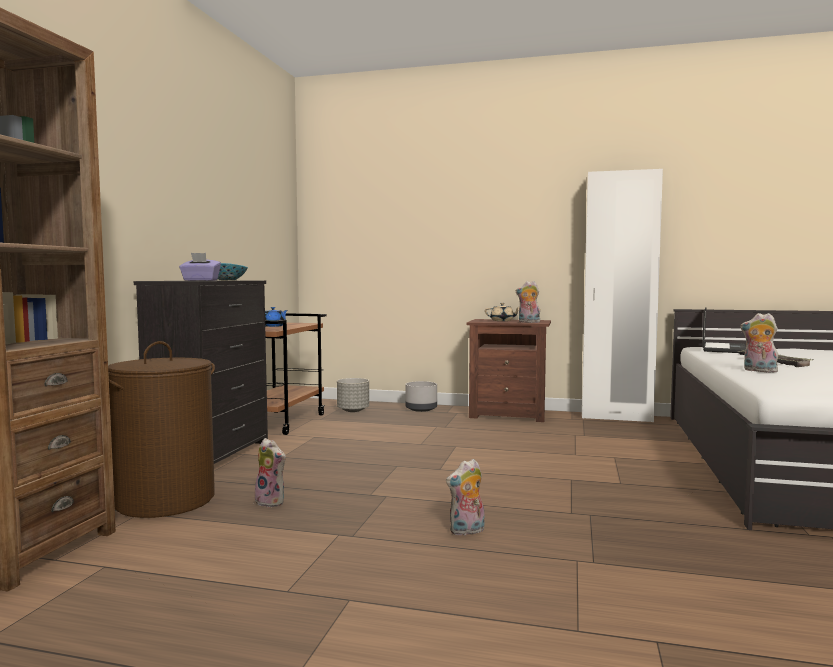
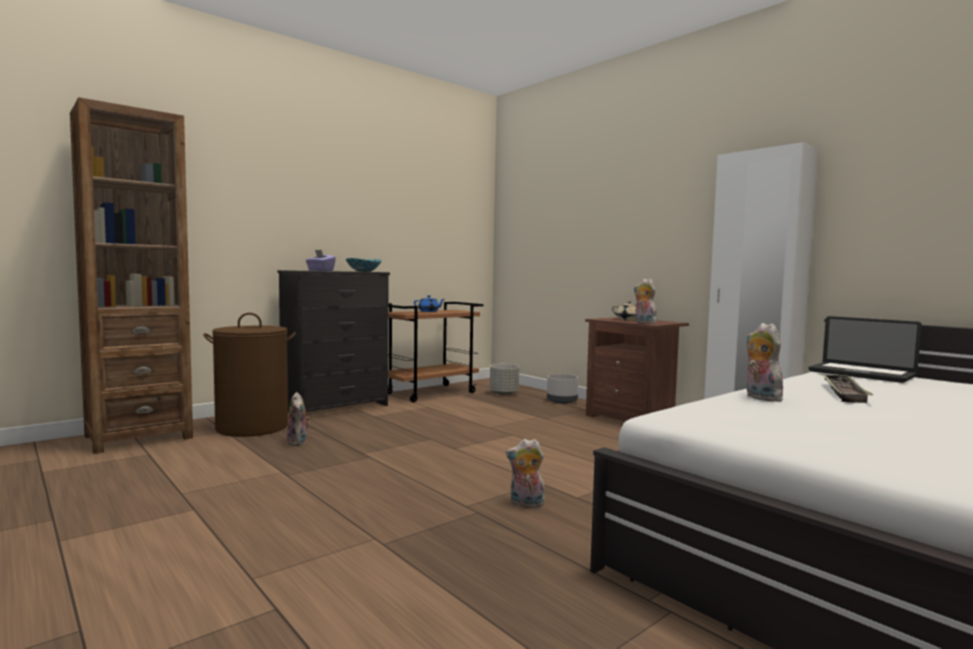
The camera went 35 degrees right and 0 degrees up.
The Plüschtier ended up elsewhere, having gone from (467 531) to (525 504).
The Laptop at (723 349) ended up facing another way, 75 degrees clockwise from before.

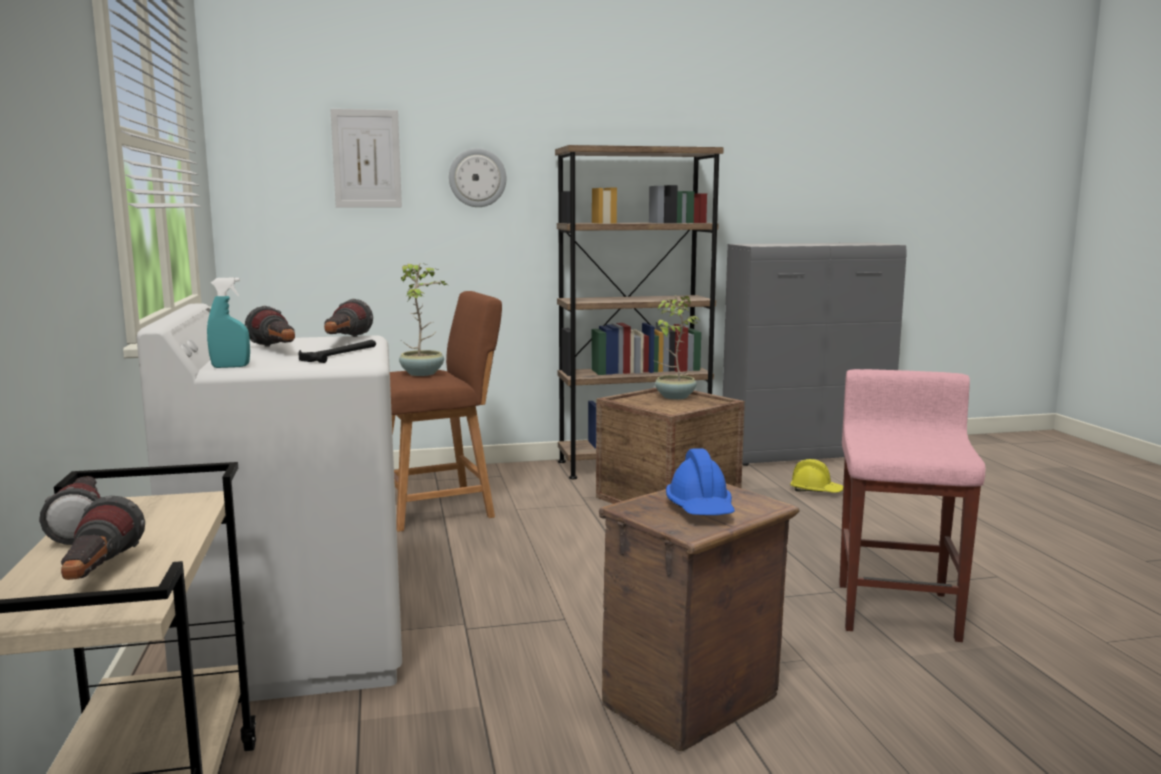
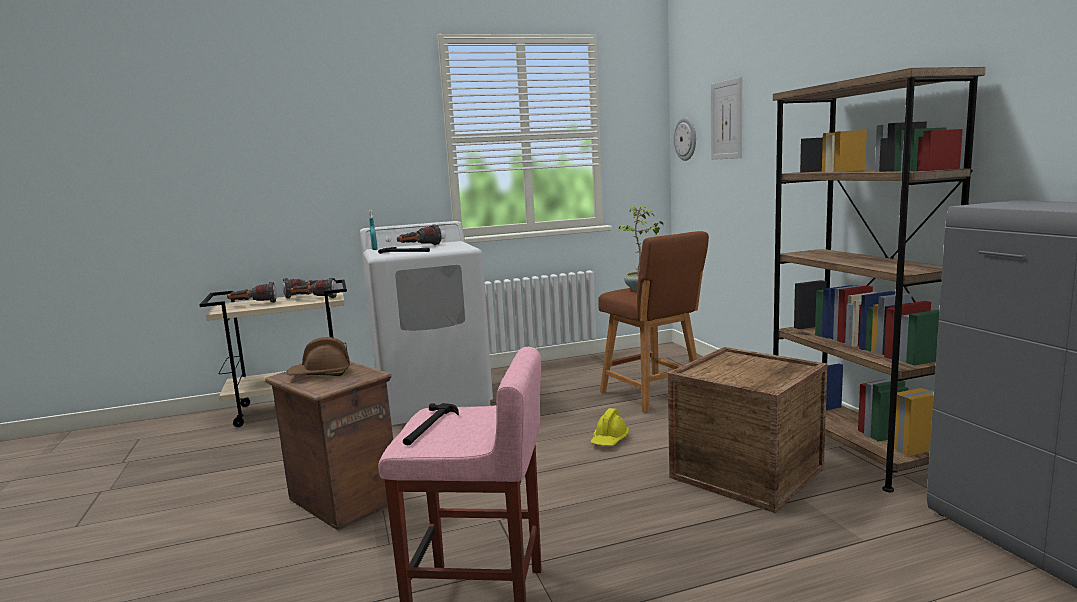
The camera went 85 degrees right and 0 degrees up.
The second view lost the Topfpflanze at (674 397).
The second view gained the Hammer at (429 426).
The Taschenlampe ended up elsewhere, having gone from (344 341) to (314 299).
The Wanduhr ended up elsewhere, having gone from (477 178) to (686 139).
The Schutzhelm/gelb ended up elsewhere, having gone from (816 491) to (609 440).
What was the Schutzhelm/blau at (700 508) turned into the Schutzhelm/braun at (320 374).

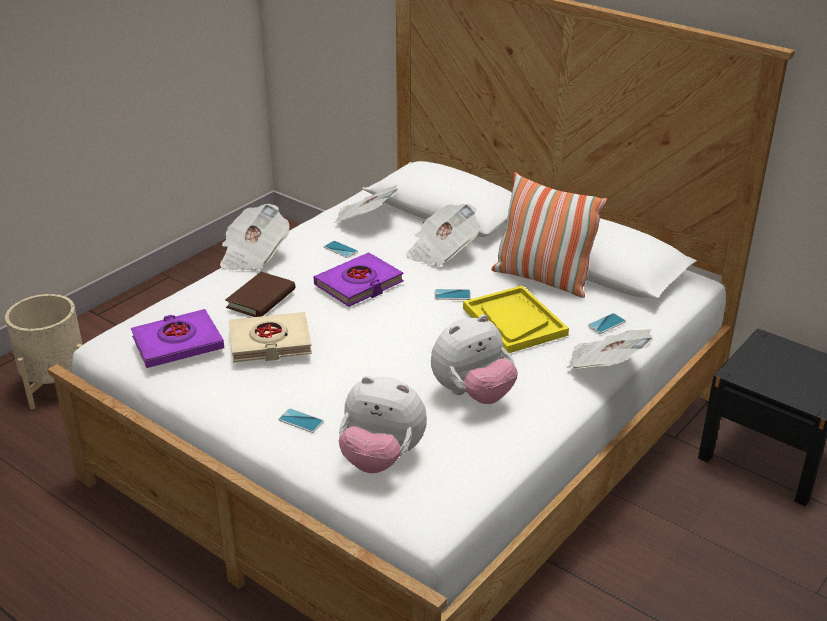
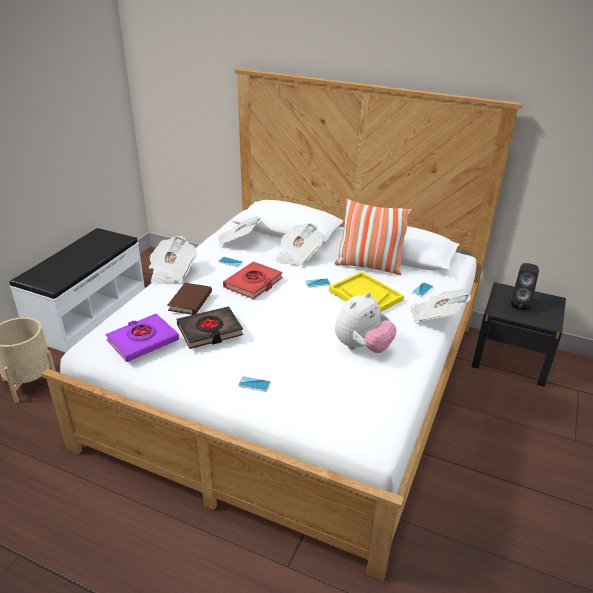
The camera went 15 degrees left and 0 degrees up.
The second view lost the Plüschtier at (381 458).
The second view gained the Bank/weiß at (88 313).
The second view gained the Lautsprecher/schwarz at (519 303).
What was the Buch/beige at (270 342) turned into the Buch/schwarz at (210 331).
What was the Buch/lila at (359 284) turned into the Buch/rot at (253 283).

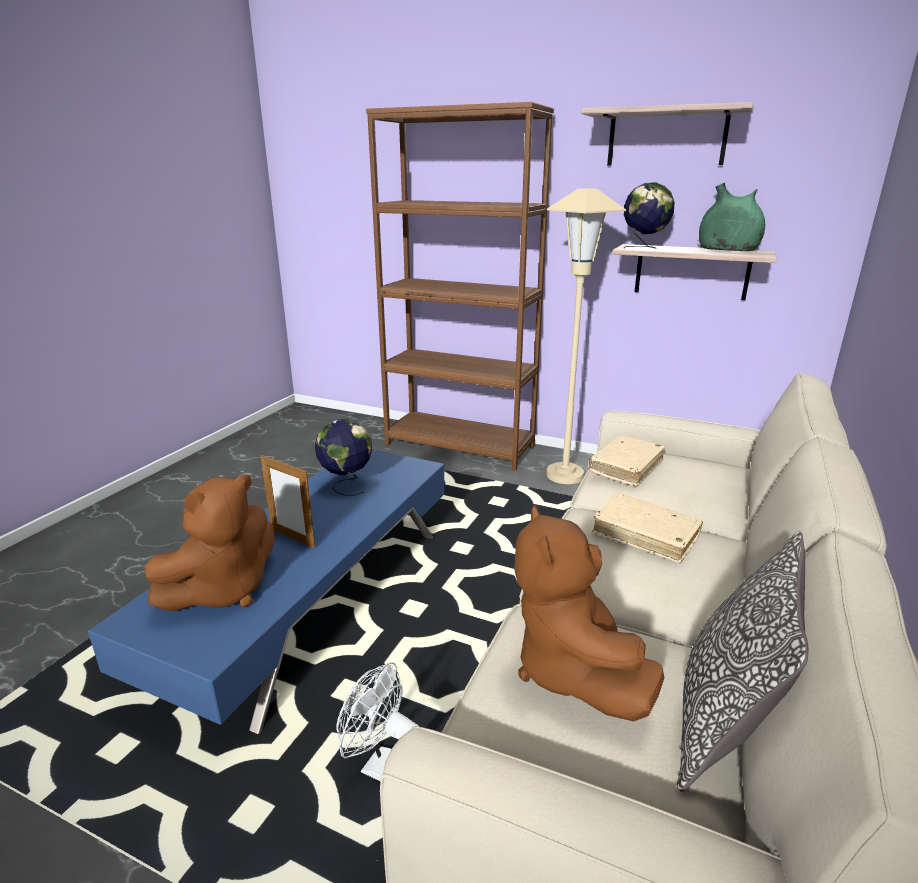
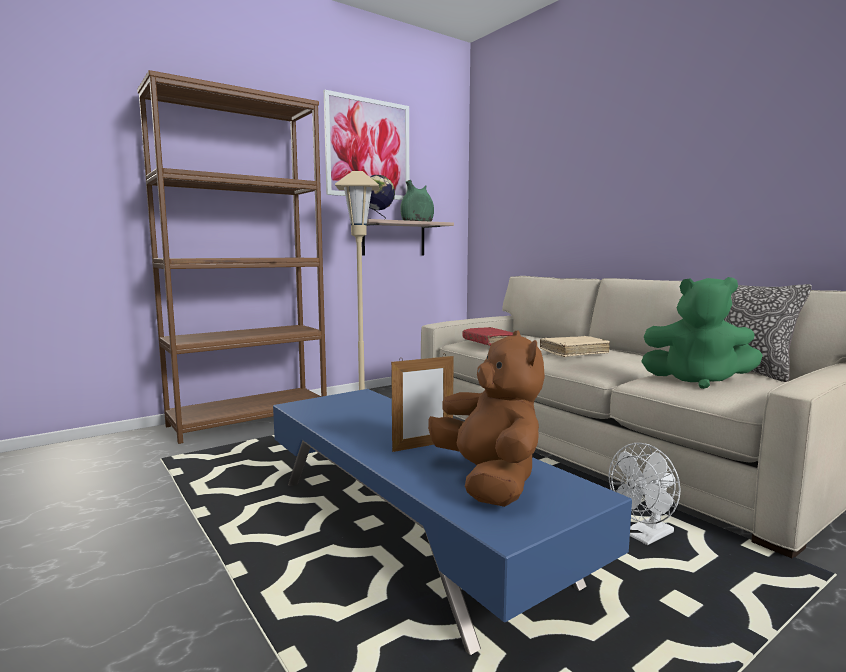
The camera went 60 degrees left and 15 degrees down.
The second view lost the Globus at (346 485).
Where the Wandregal hung at (666 138), the Bild came to hang at (368 149).
What was the Plüschtier/braun at (572 670) turned into the Plüschtier/grün at (697 381).
What was the Buch/beige at (626 467) turned into the Buch/rot at (489 343).

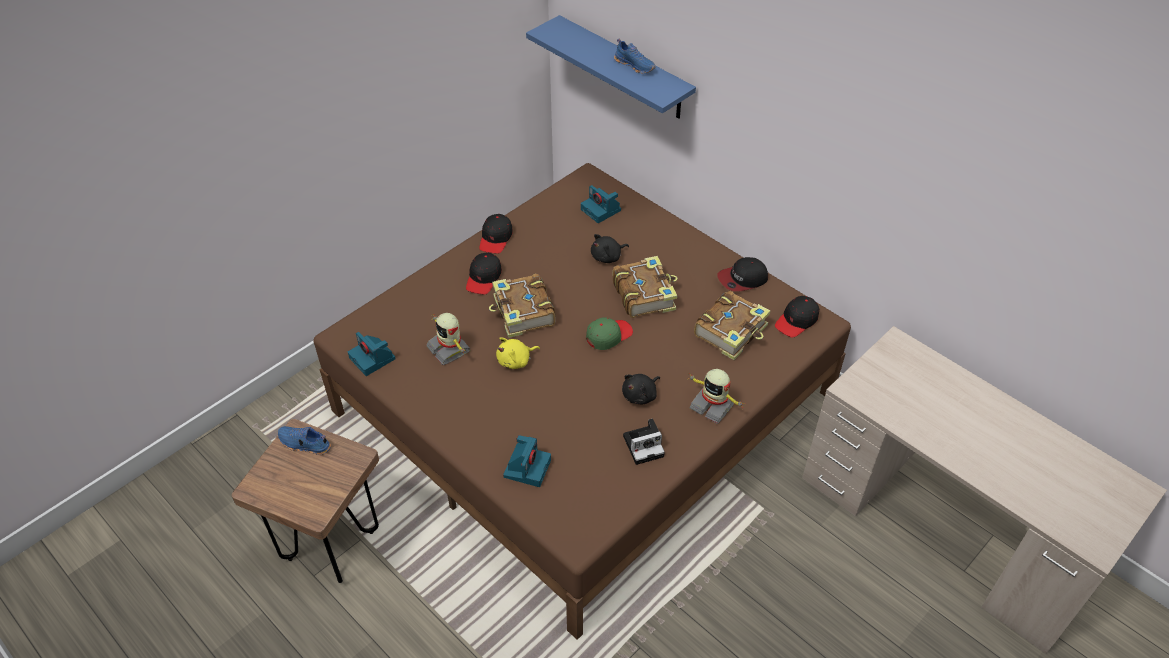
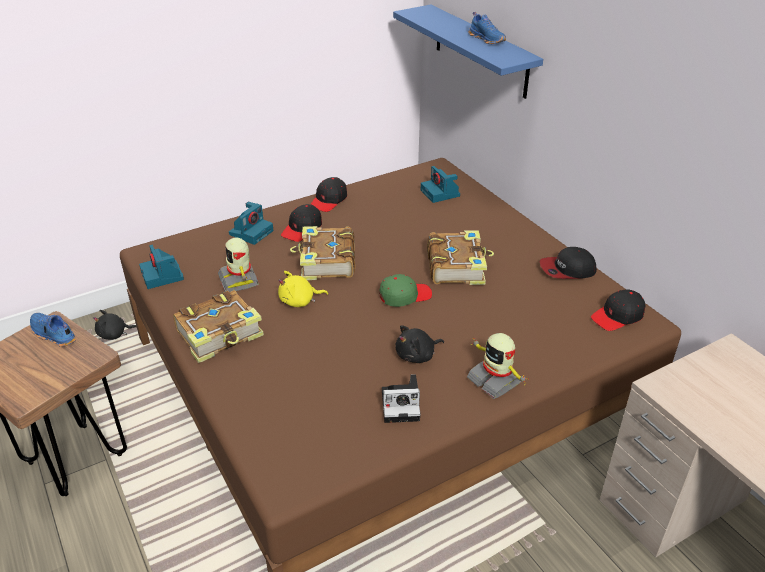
The camera went 15 degrees right and 10 degrees down.
The Kamera ended up elsewhere, having gone from (527 467) to (251 232).
The Plüschtier/schwarz ended up elsewhere, having gone from (607 257) to (115 334).
The Buch ended up elsewhere, having gone from (732 331) to (220 334).

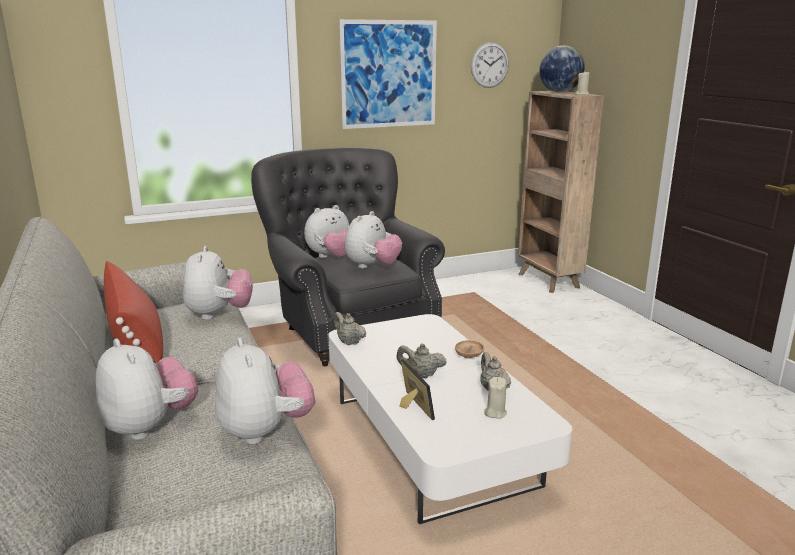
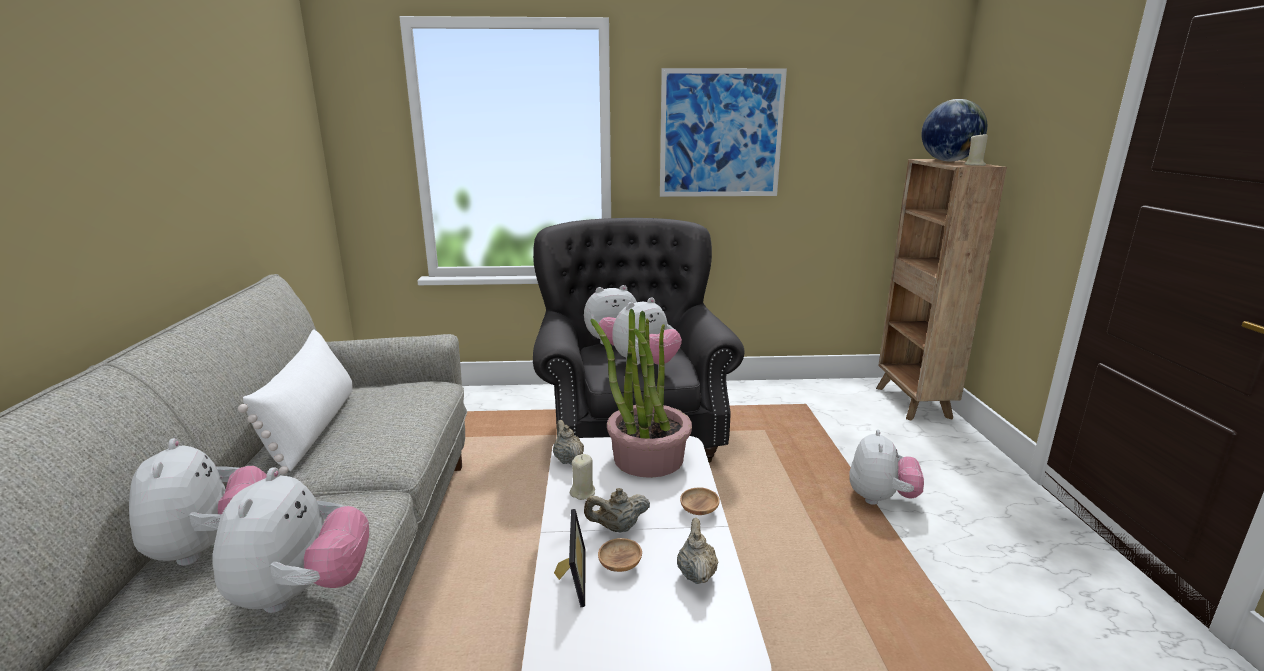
The camera went 20 degrees right and 0 degrees up.
The second view lost the Wanduhr at (489 65).
The second view gained the Topfpflanze at (647 458).
The second view gained the Schüssel/braun at (620 565).
The Plüschtier ended up elsewhere, having gone from (219 314) to (880 499).
The Kerze/beige ended up elsewhere, having gone from (495 412) to (583 492).
What was the Kissen/rot at (137 344) turned into the Kissen/weiß at (313 428).
The Teekanne/beige at (421 375) ended up facing another way, 45 degrees counterclockwise from before.

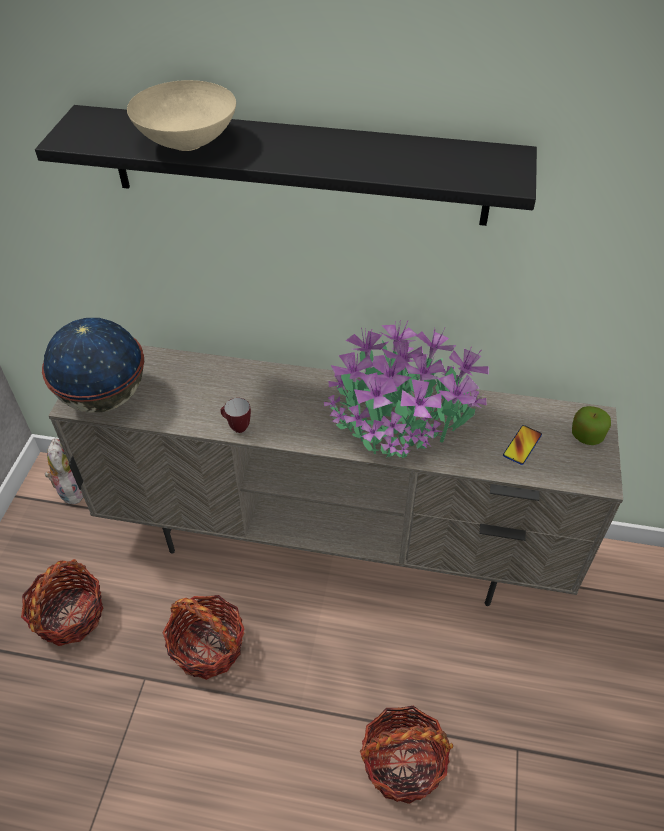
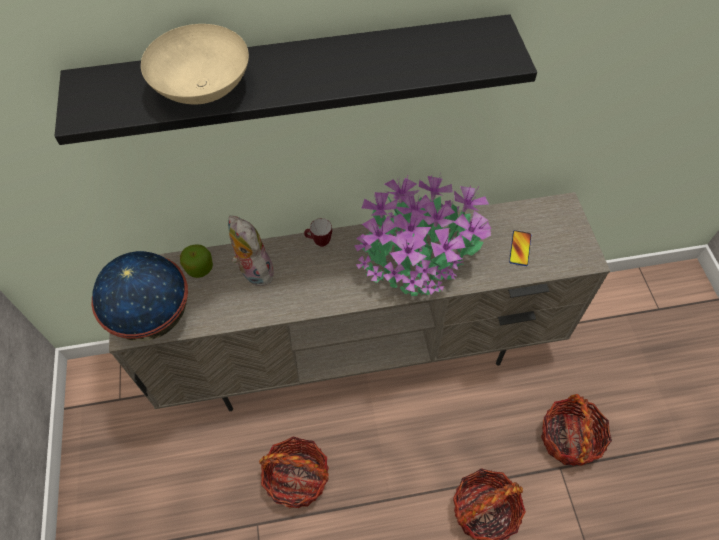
The camera went 20 degrees left and 10 degrees up.
The Korb ended up elsewhere, having gone from (70 615) to (569 438).
The Plüschtier ended up elsewhere, having gone from (70 490) to (253 271).
The Henkelbecher ended up elsewhere, having gone from (236 427) to (319 242).
The Apfel ended up elsewhere, having gone from (586 435) to (199 268).

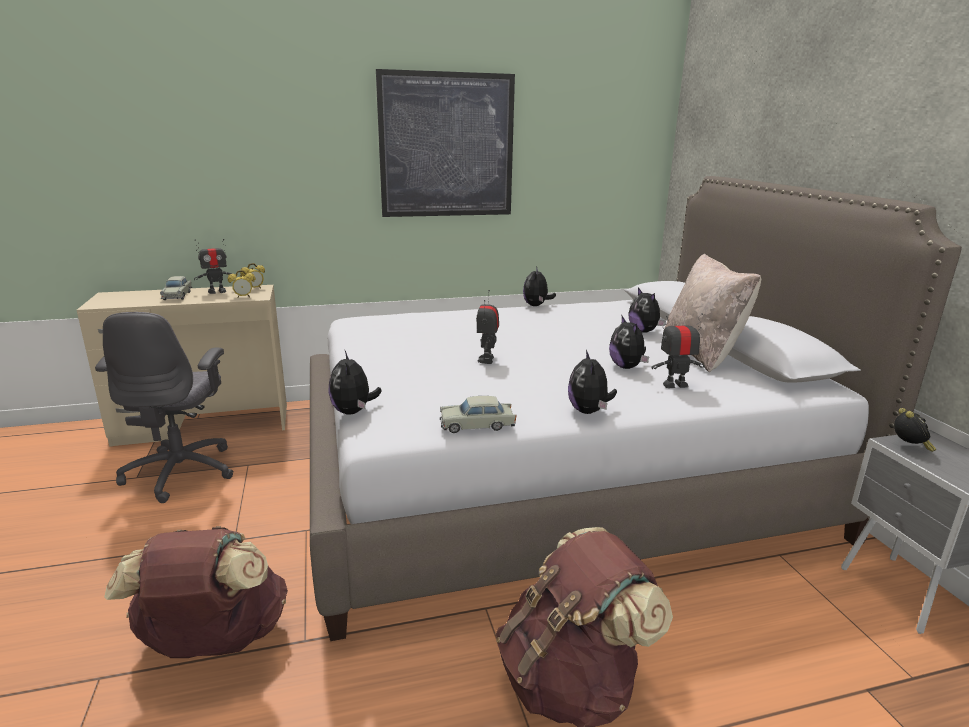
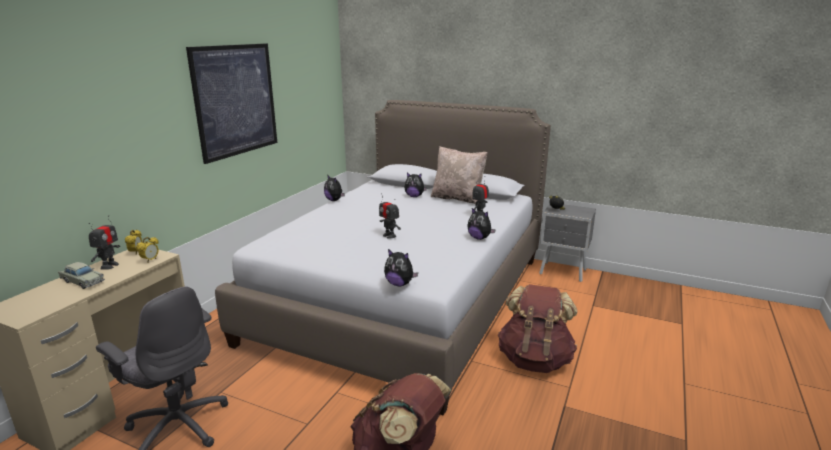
The camera went 50 degrees left and 0 degrees up.
The second view lost the Spielzeugauto/beige at (477 425).
The second view lost the Plüschtier at (627 367).

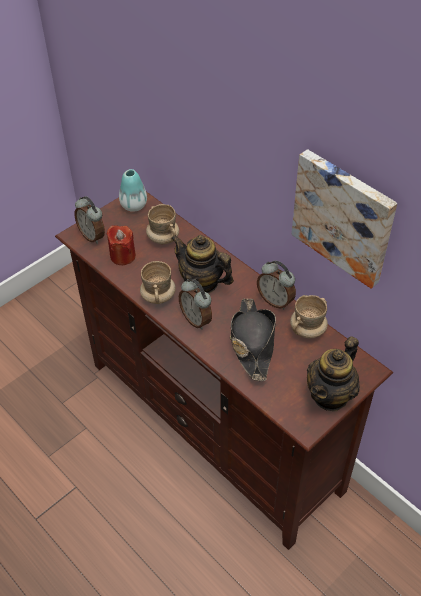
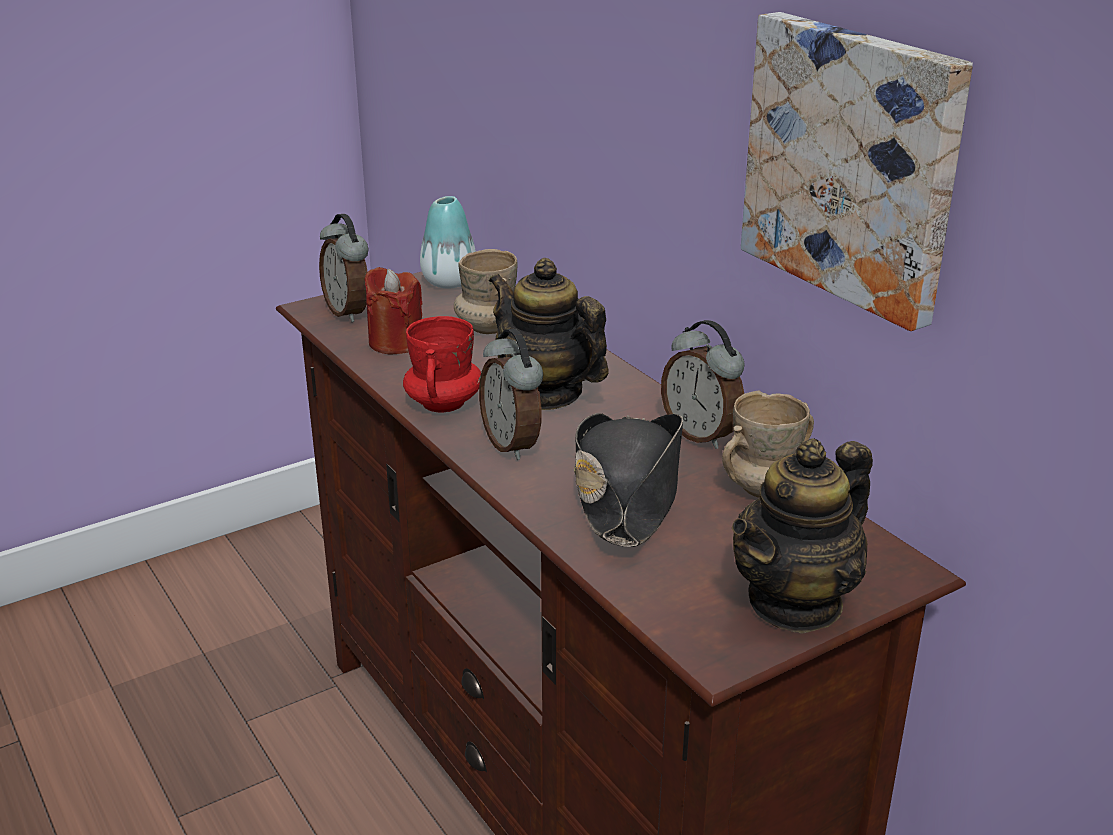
The camera went 10 degrees right and 20 degrees down.
What was the Henkelbecher/beige at (158 297) turned into the Henkelbecher/rot at (444 404).

